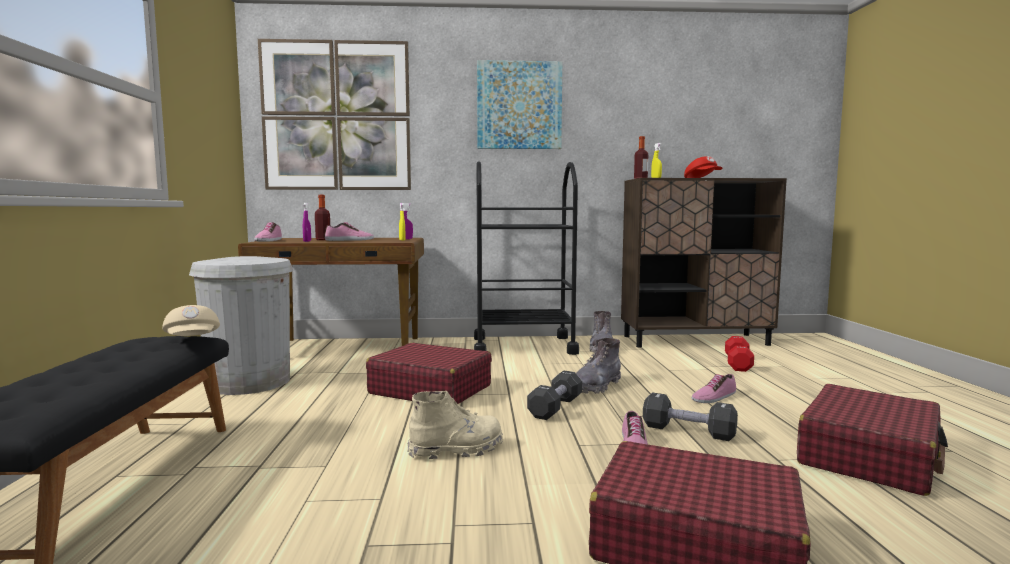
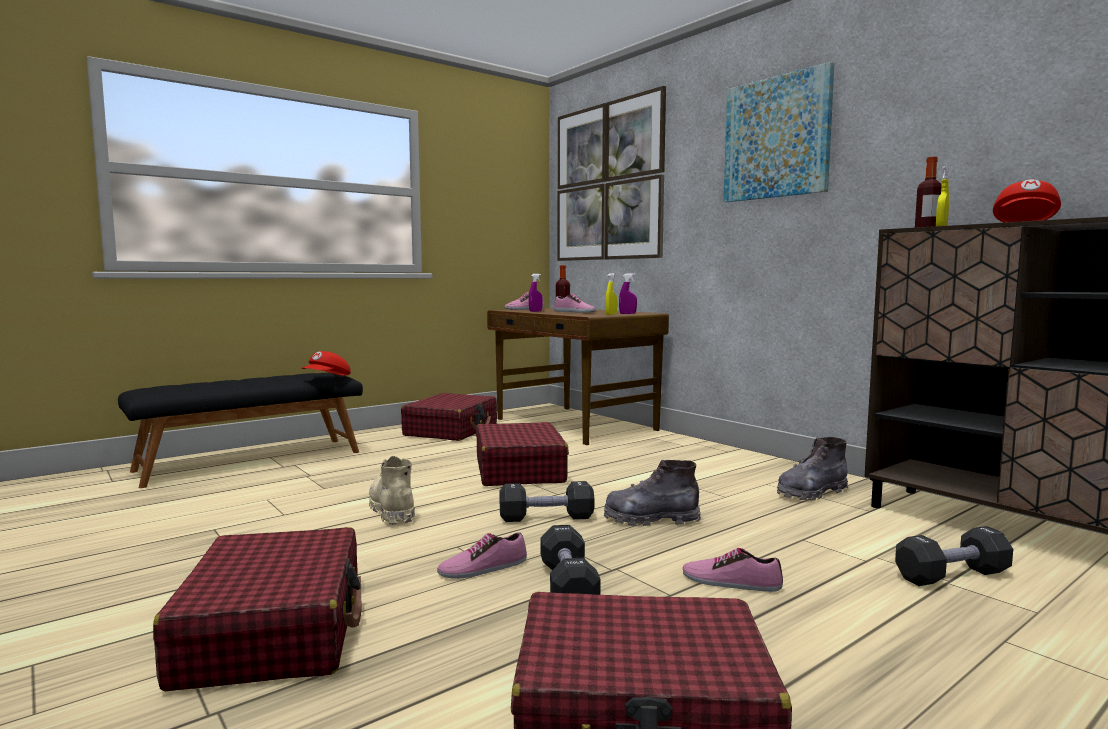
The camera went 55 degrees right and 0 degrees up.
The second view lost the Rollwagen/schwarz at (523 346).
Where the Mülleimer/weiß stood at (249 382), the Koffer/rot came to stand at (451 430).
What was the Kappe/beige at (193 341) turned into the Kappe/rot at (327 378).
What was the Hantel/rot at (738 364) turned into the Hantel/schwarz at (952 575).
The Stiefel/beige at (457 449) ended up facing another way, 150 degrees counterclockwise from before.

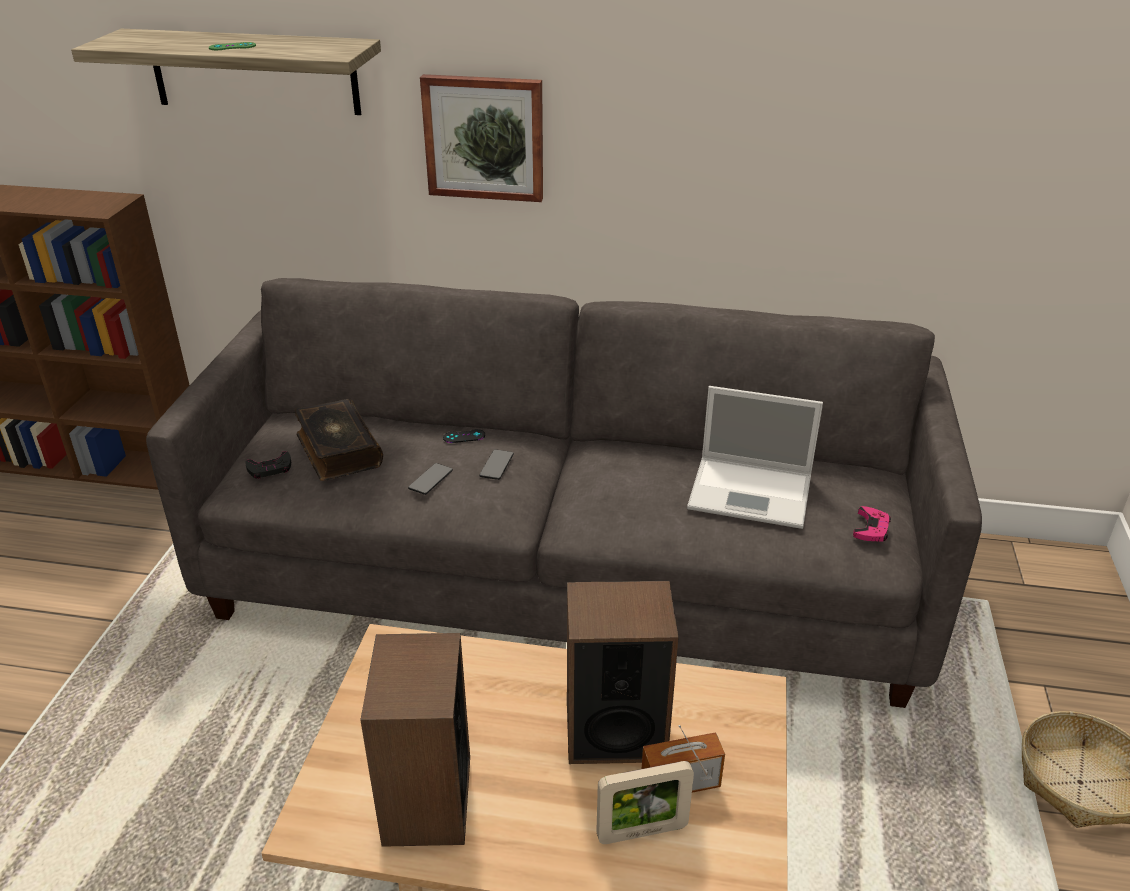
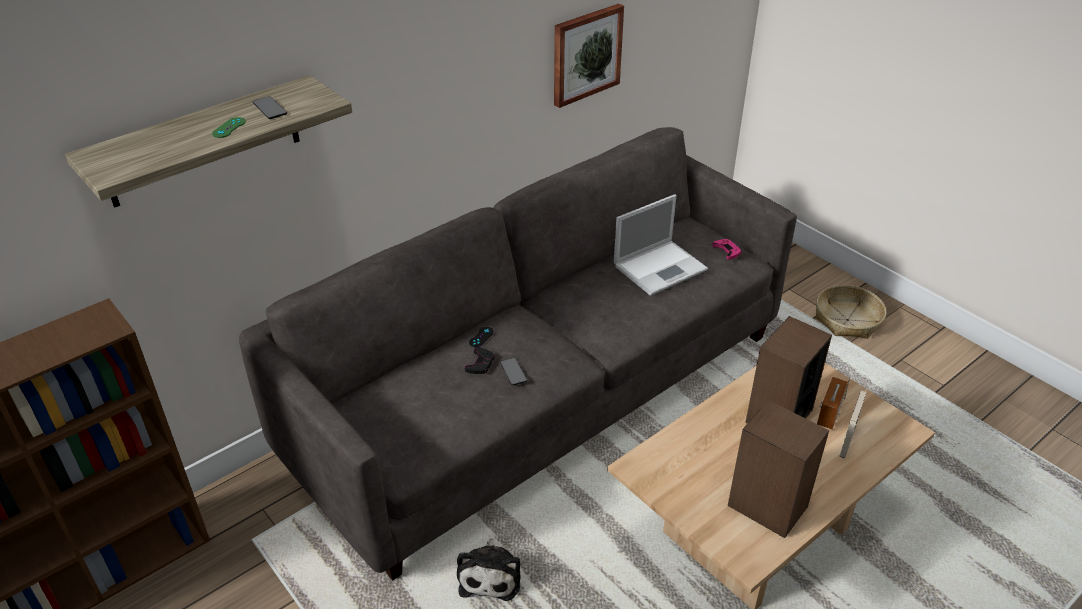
The camera went 50 degrees left and 5 degrees up.
The second view lost the Buch at (337 450).
The second view gained the Plüschtier at (490 575).
The Gamepad/schwarz ended up elsewhere, having gone from (270 469) to (480 364).
The Bild ended up elsewhere, having gone from (484 137) to (586 54).
The Handy ended up elsewhere, having gone from (496 465) to (269 108).

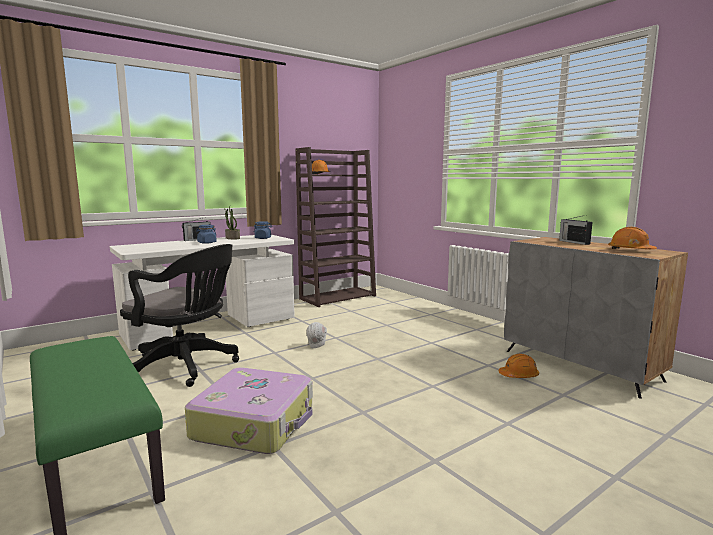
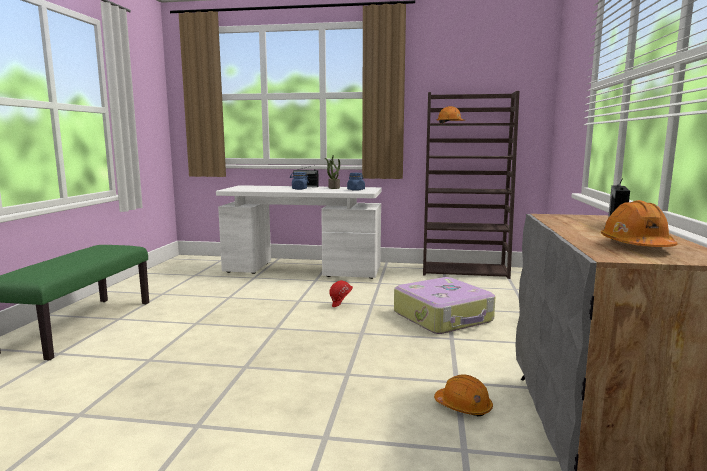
The camera went 45 degrees right and 0 degrees up.
The second view lost the Bürostuhl/schwarz at (187 366).
The Koffer ended up elsewhere, having gone from (255 423) to (444 317).
What was the Schutzhelm/weiß at (317 345) turned into the Schutzhelm/rot at (341 306).

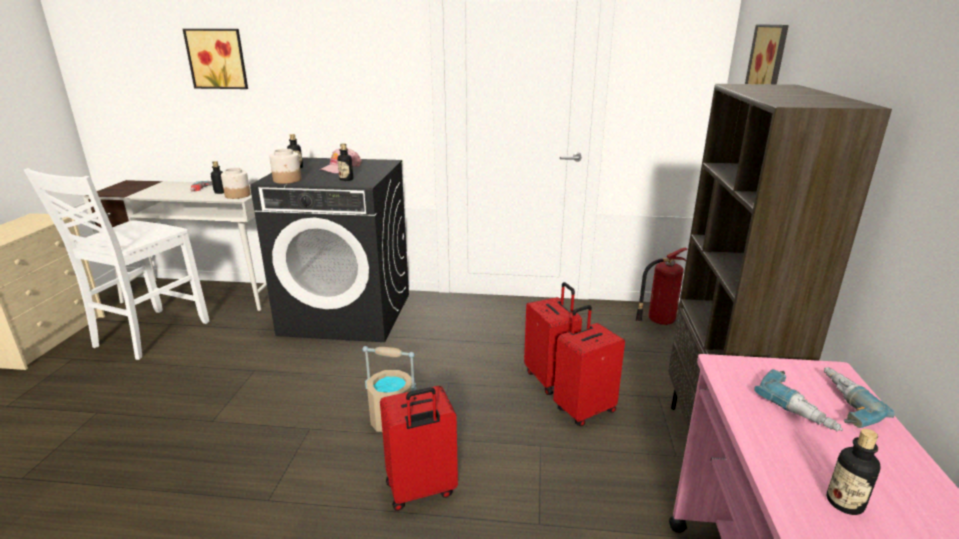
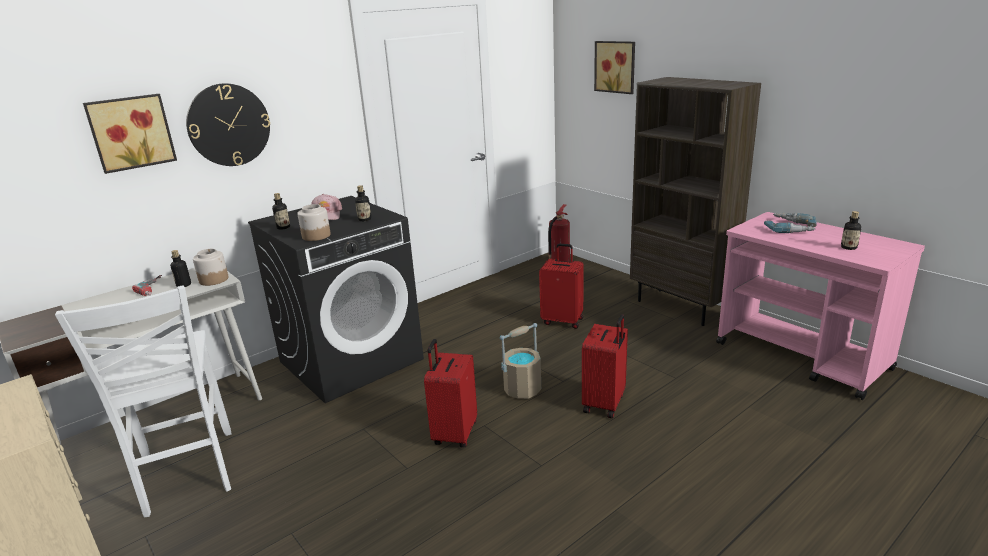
The camera went 45 degrees left and 0 degrees up.
The second view gained the Wanduhr at (229 125).
The Koffer/rot ended up elsewhere, having gone from (584 410) to (454 434).

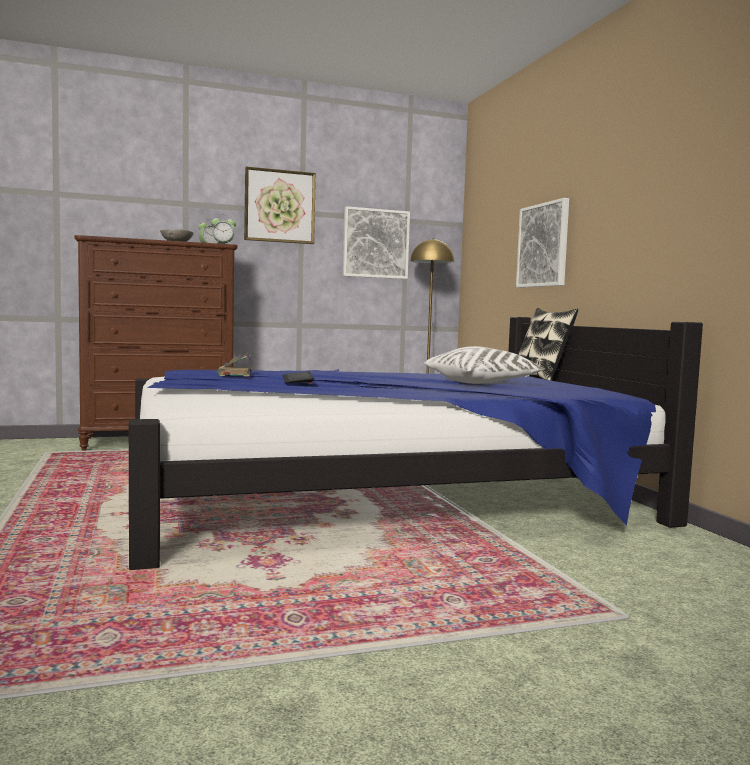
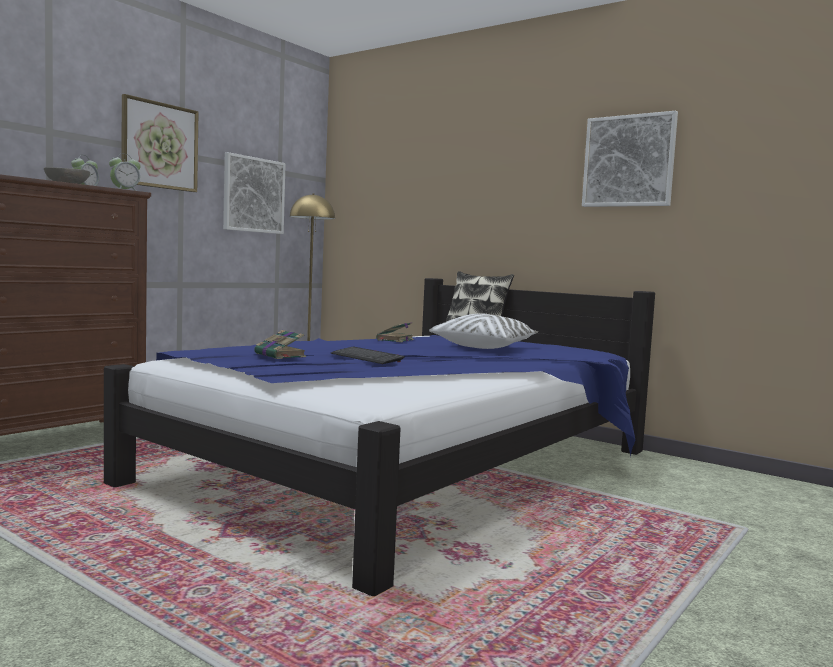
The camera went 35 degrees left and 0 degrees up.
The second view gained the Buch at (394 340).
The Bild ended up elsewhere, having gone from (543 245) to (629 161).

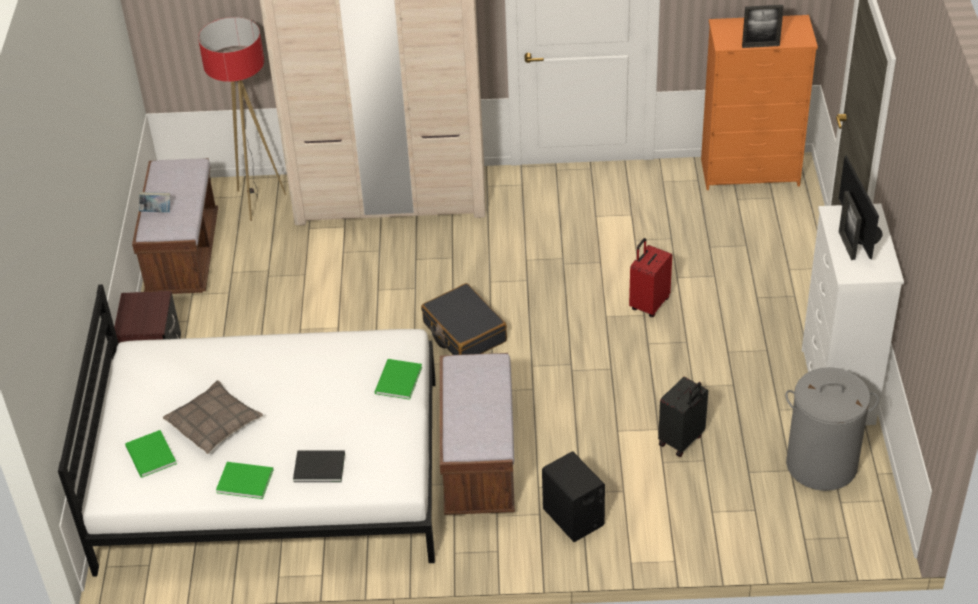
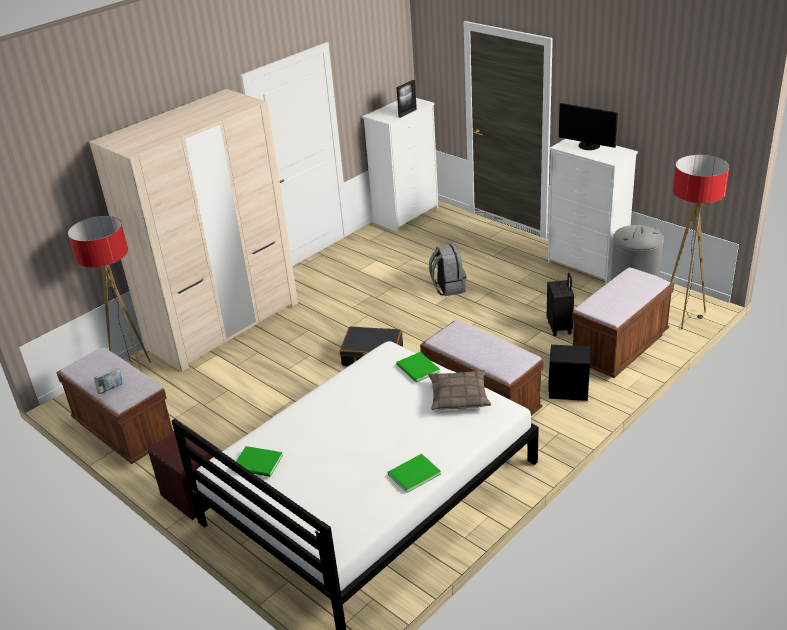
The camera went 45 degrees left and 10 degrees down.
The second view lost the Buch/schwarz at (318 466).
The second view lost the Bilderrahmen at (846 245).
The second view gained the Bank/braun at (620 348).
The second view gained the Stehlampe at (683 316).
The Buch/grün ended up elsewhere, having gone from (150 456) to (258 464).
The Kissen ended up elsewhere, having gone from (214 423) to (459 396).
Where the Koffer/rot stood at (648 304), the Rucksack/grau came to stand at (448 287).
What was the Kommode/orange at (751 173) turned into the Kommode/weiß at (407 215).

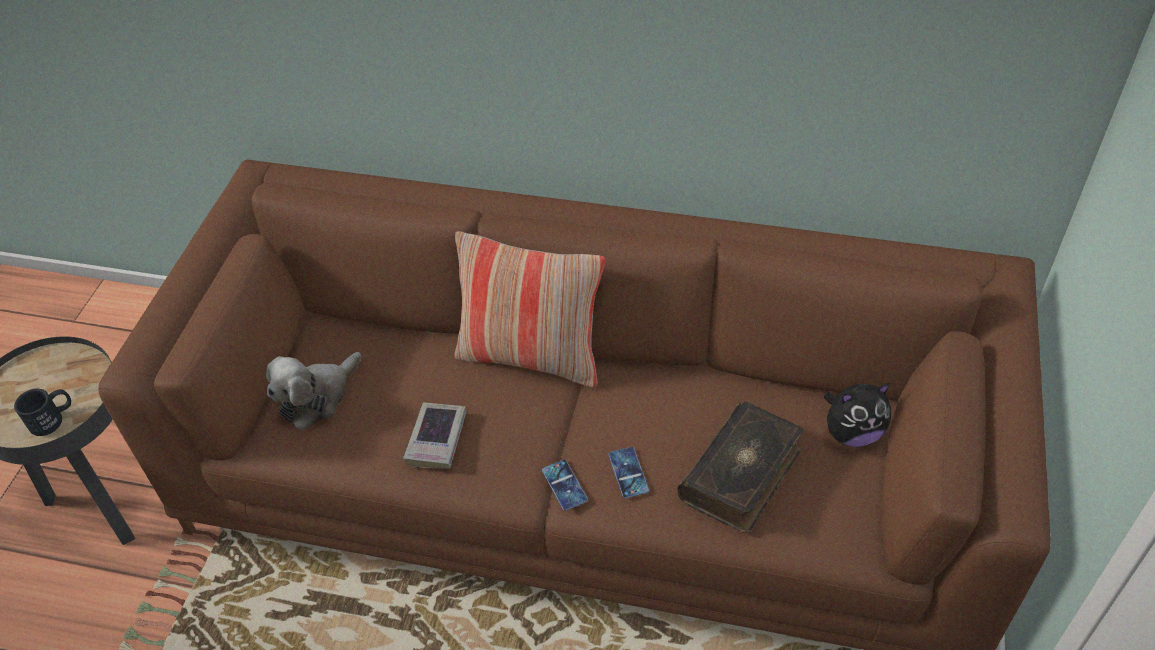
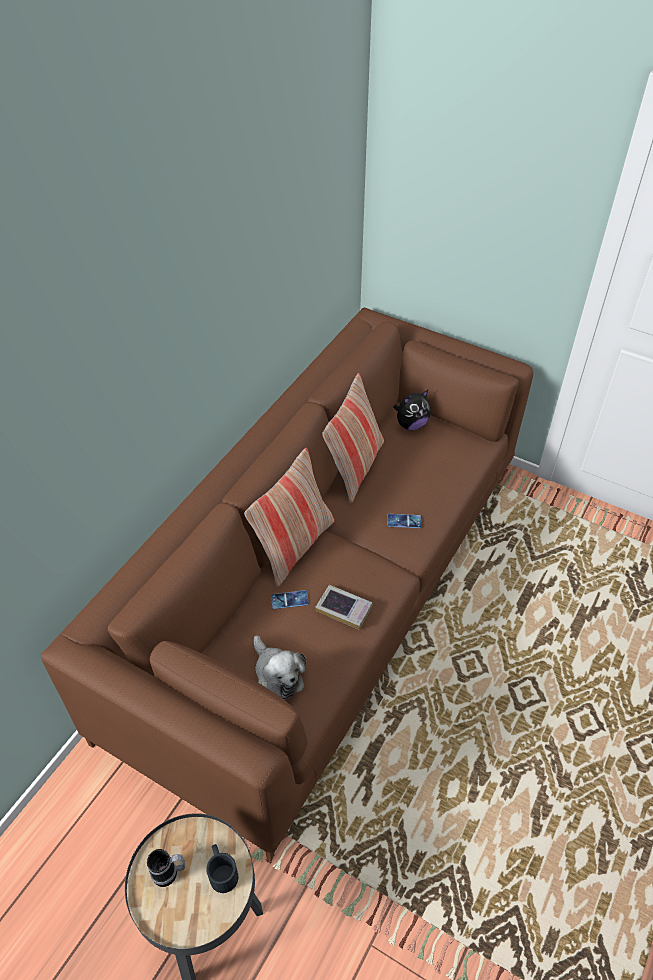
The camera went 75 degrees left and 0 degrees up.
The second view lost the Buch at (742 475).
The second view gained the Henkelbecher at (170 873).
The second view gained the Kissen at (355 467).
The Handy ended up elsewhere, having gone from (564 485) to (289 600).
The Plüschtier at (852 433) ended up facing another way, 60 degrees clockwise from before.

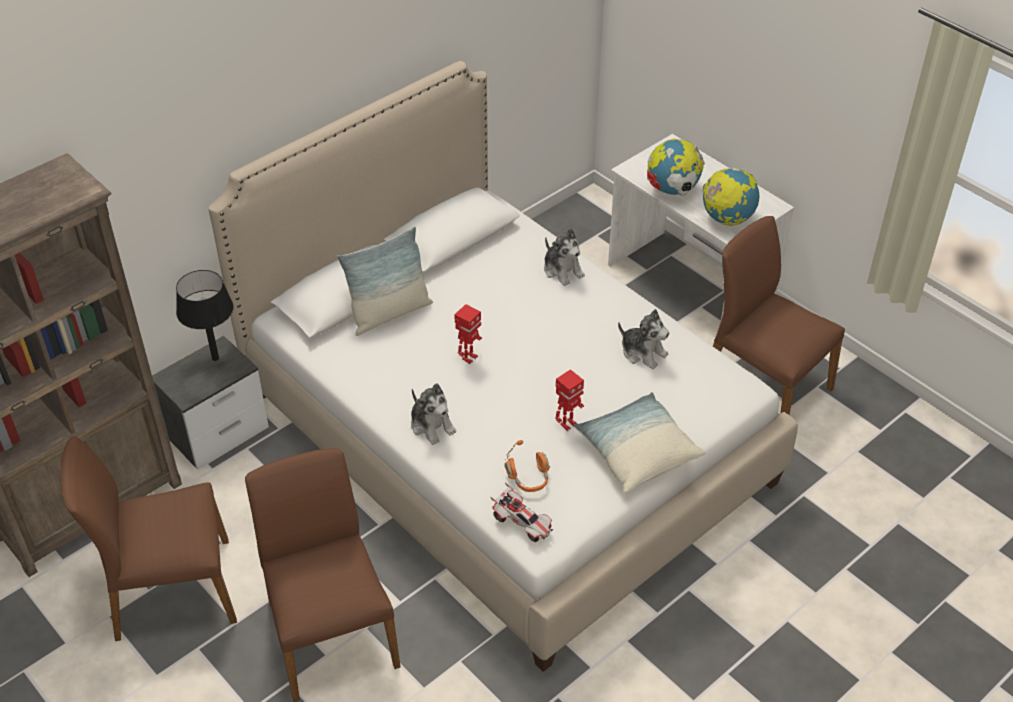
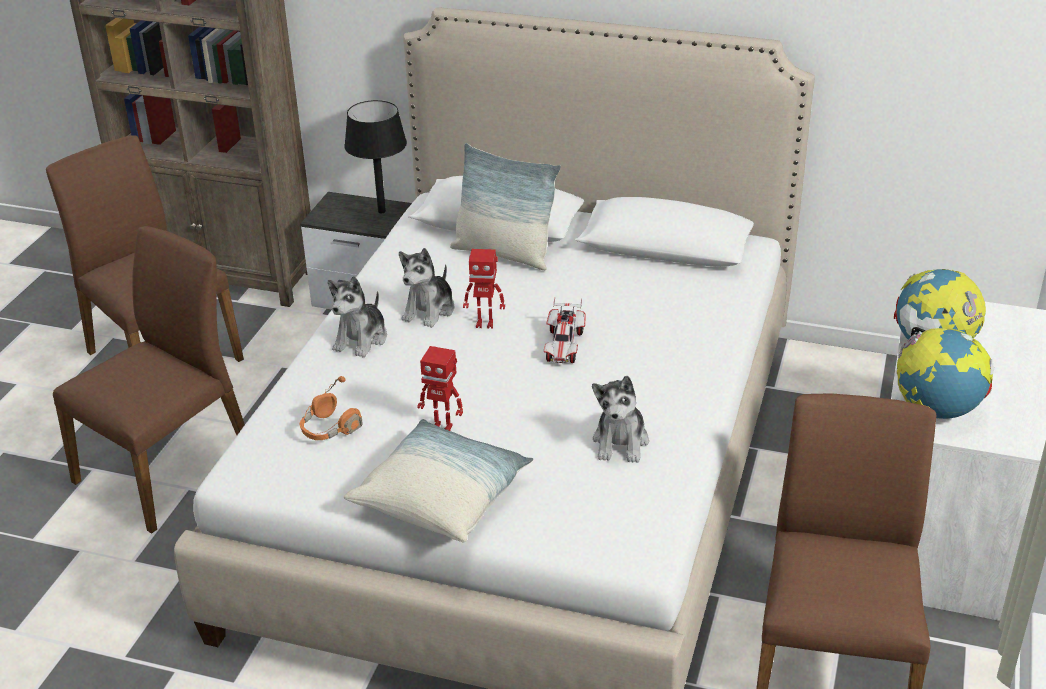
The camera went 60 degrees right and 10 degrees down.
The Spielzeugauto ended up elsewhere, having gone from (522 522) to (564 346).
The Plüschtier ended up elsewhere, having gone from (562 270) to (429 310).

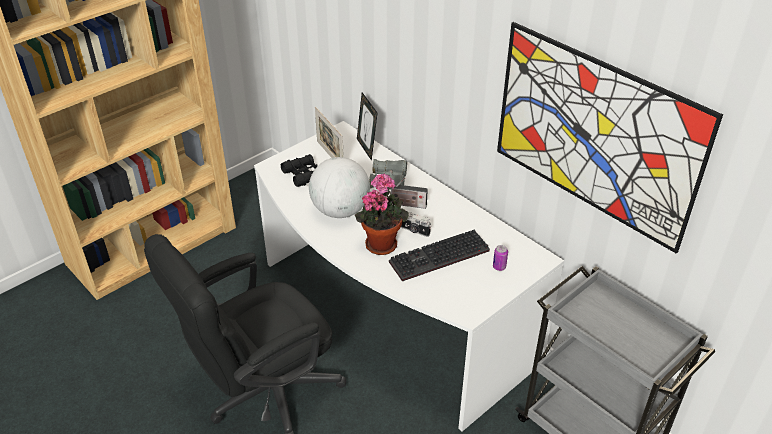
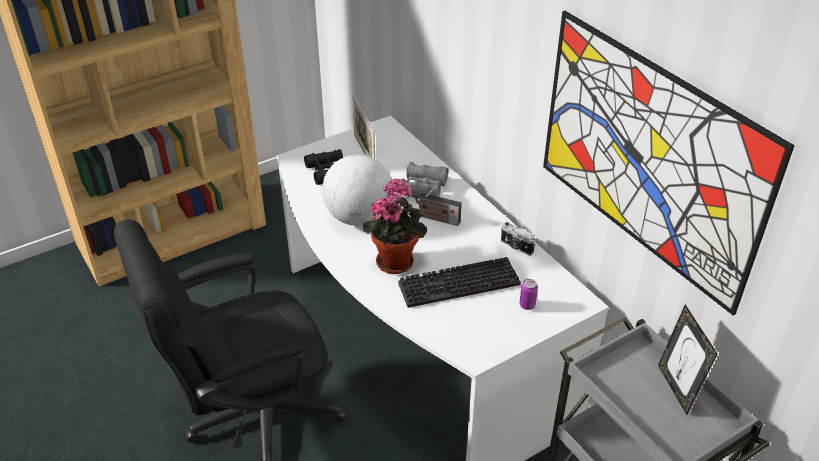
The camera went 10 degrees right and 0 degrees up.
The Bilderrahmen ended up elsewhere, having gone from (367 148) to (677 388).
The Kamera ended up elsewhere, having gone from (415 231) to (516 247).

